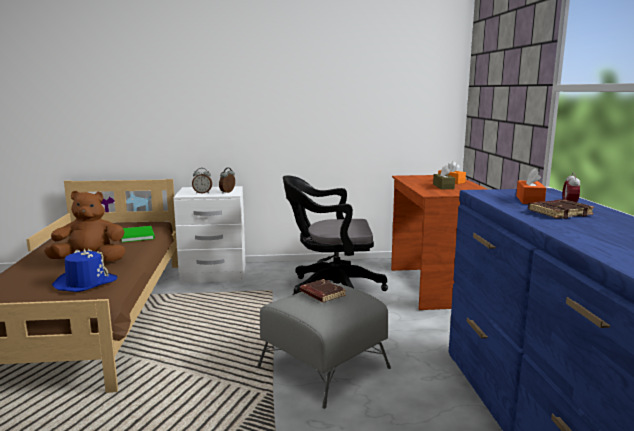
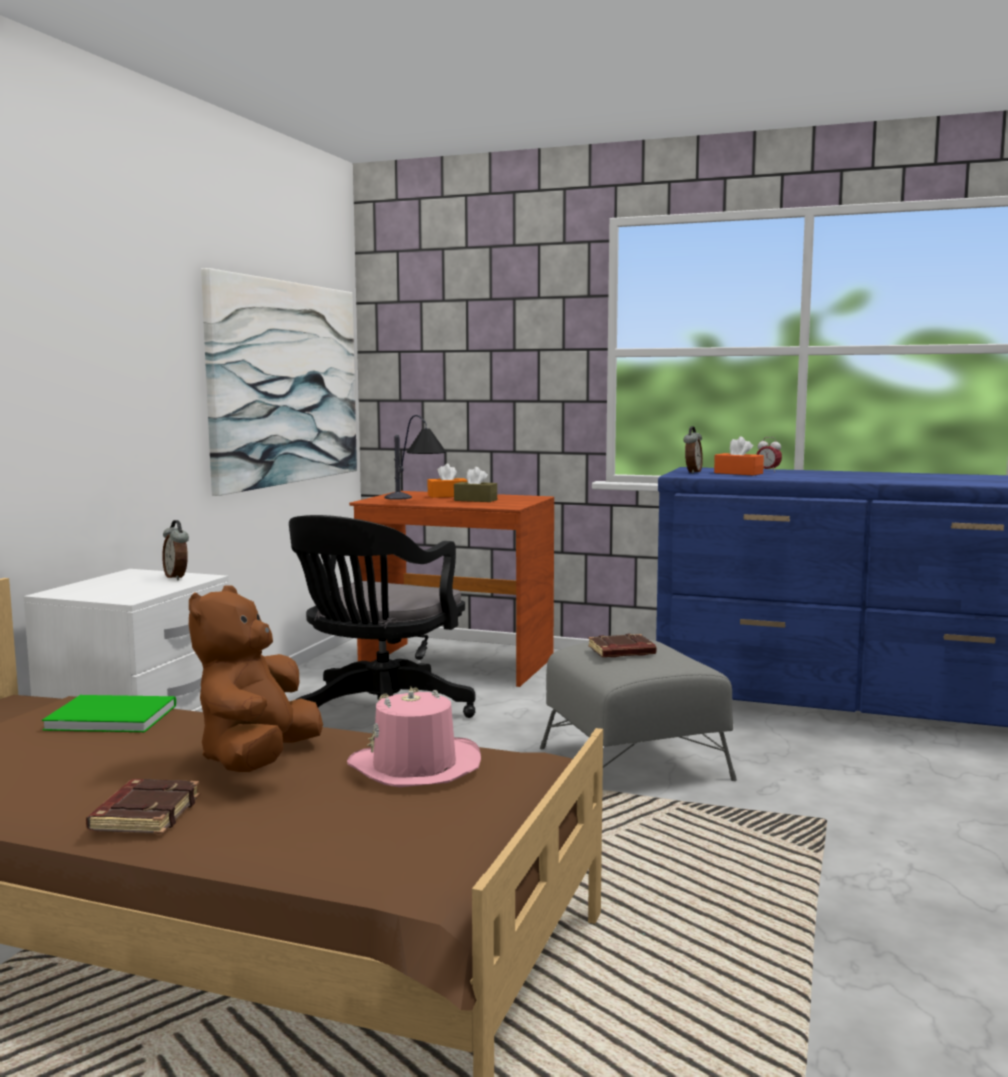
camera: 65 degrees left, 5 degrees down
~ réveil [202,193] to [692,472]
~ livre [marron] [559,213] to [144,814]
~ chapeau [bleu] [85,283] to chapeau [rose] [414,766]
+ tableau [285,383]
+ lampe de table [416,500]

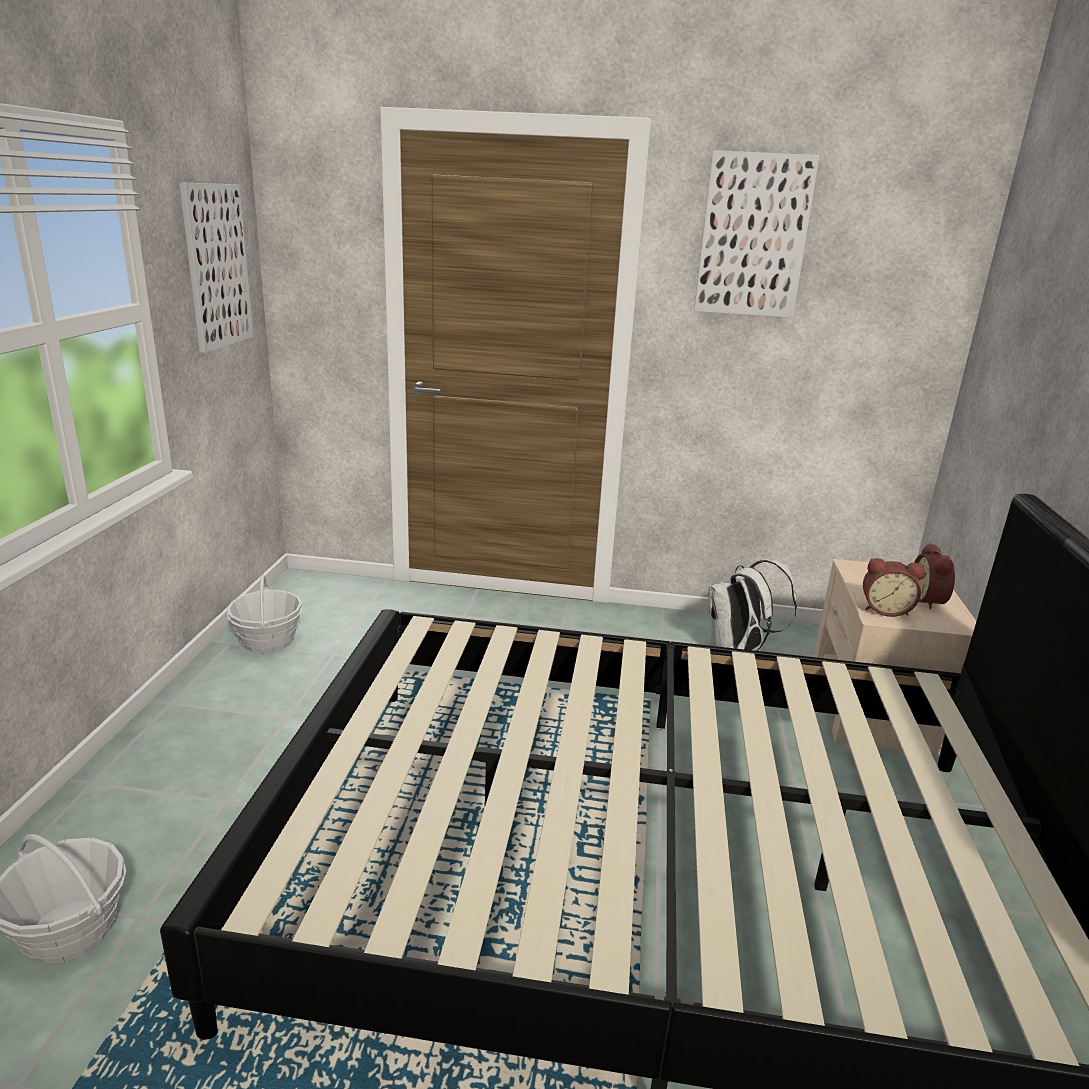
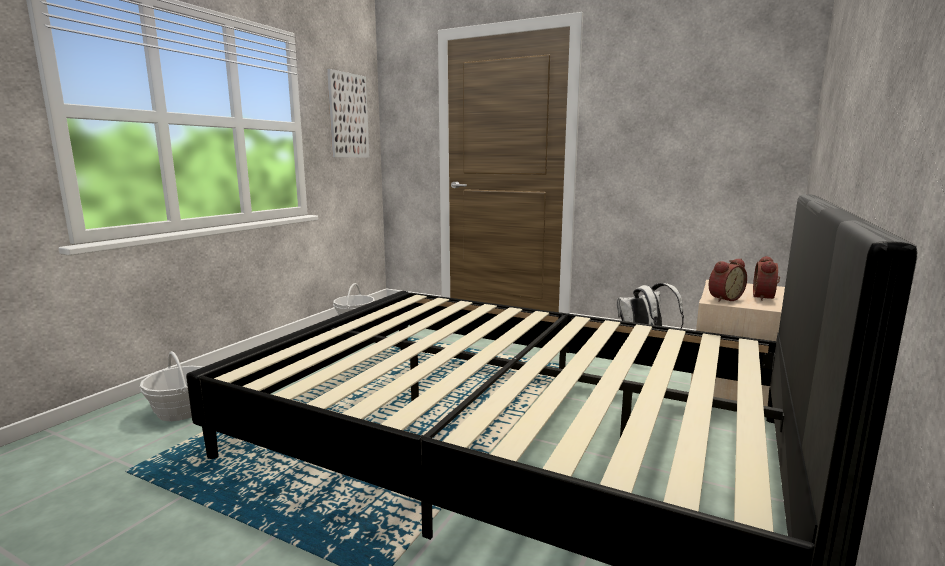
camera: 20 degrees right, 10 degrees down
- tableau [753,236]
~ réveil [885,609] = [723,298] 60 degrees counterclockwise

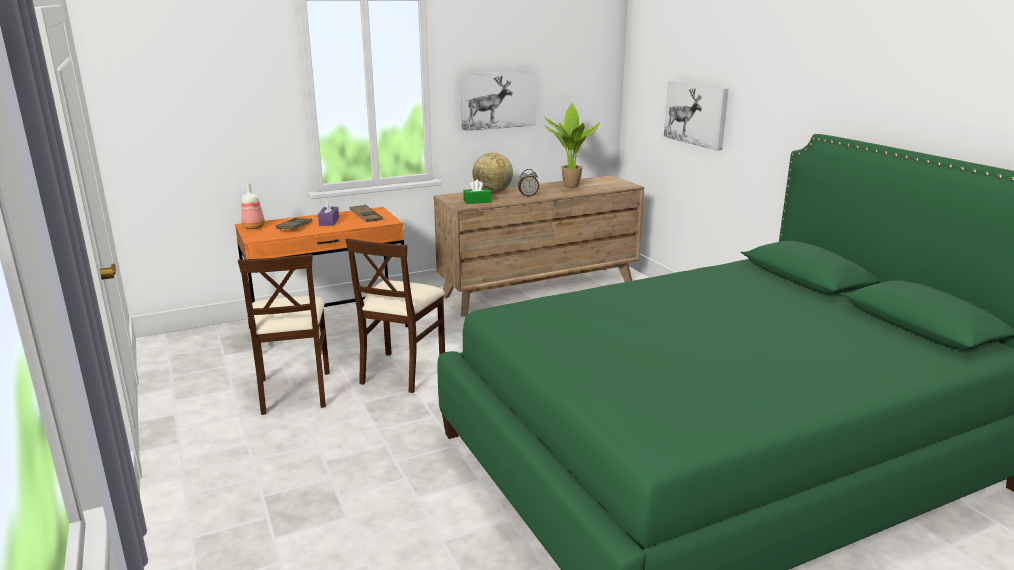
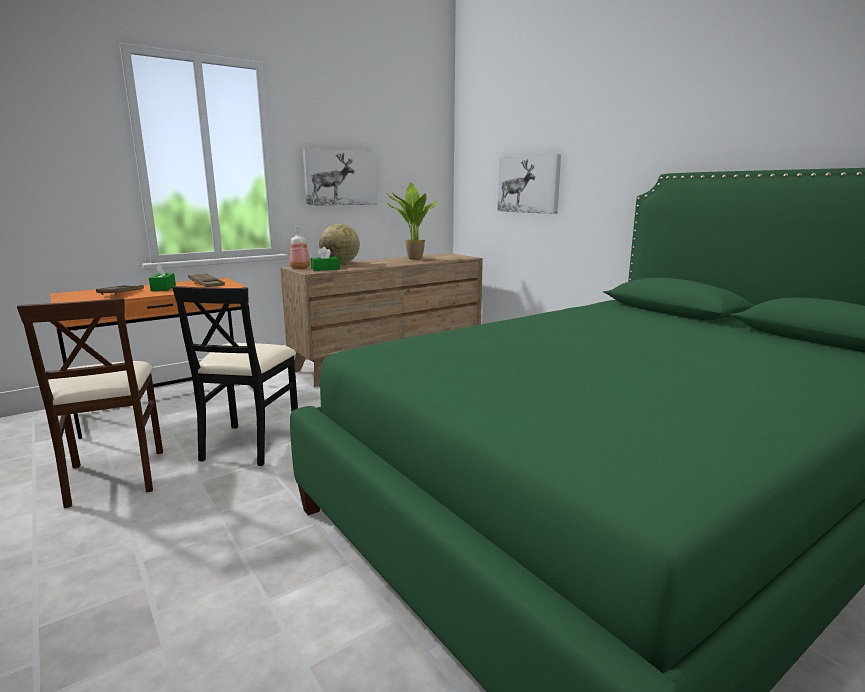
camera: 10 degrees left, 5 degrees down
- réveil [528,196]
~ bouteille [254,227] to [301,268]
~ boîte à mouchoirs [violet] [329,221] to boîte à mouchoirs [vert] [163,288]
~ chaise [beige] [402,371] to chaise [noir] [250,444]

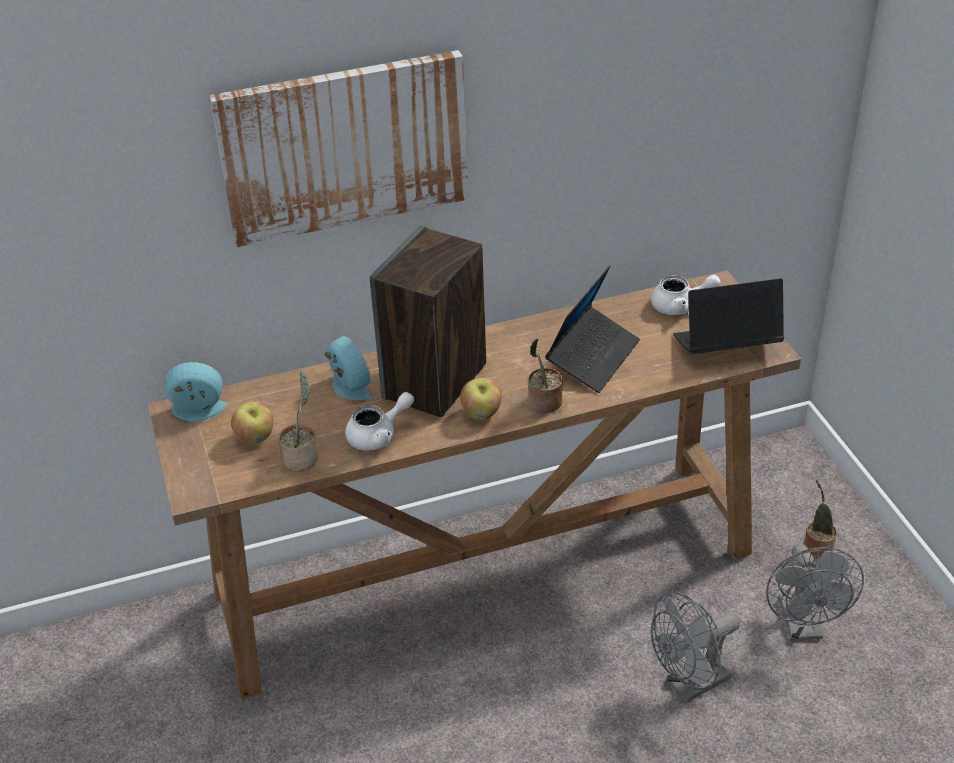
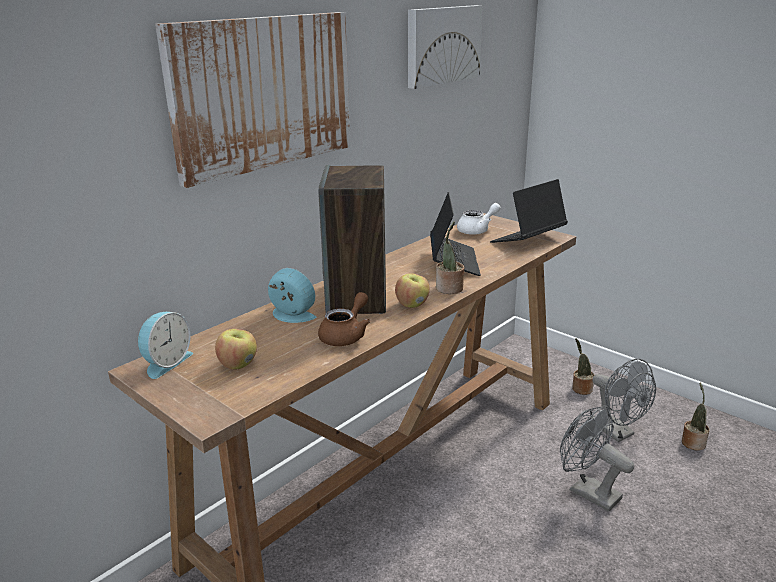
camera: 30 degrees left, 15 degrees down
~ réveil [198,411] = [166,363] 150 degrees clockwise
~ plante en pot [301,457] to [693,442]
~ théière [blanc] [378,435] to théière [marron] [346,335]
~ ventilateur [gris] [690,685] = [587,491] 105 degrees clockwise
+ tableau [442,45]

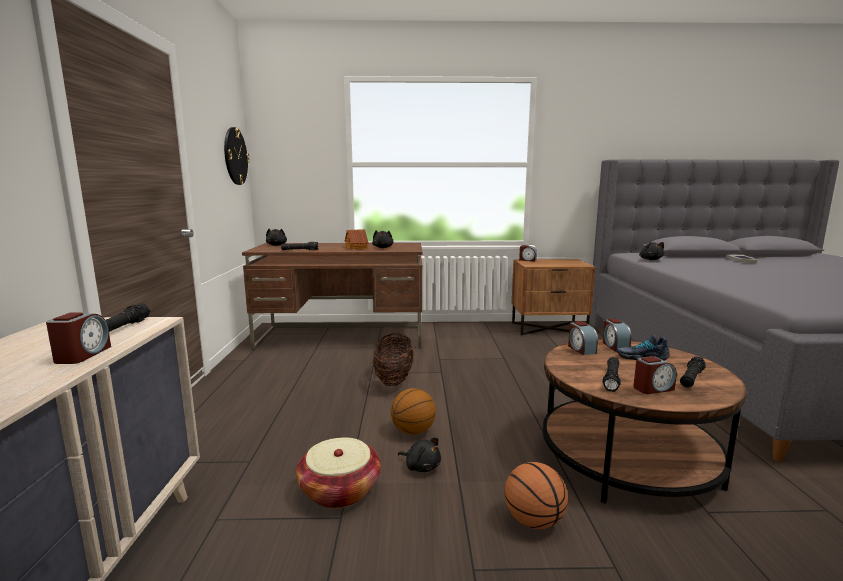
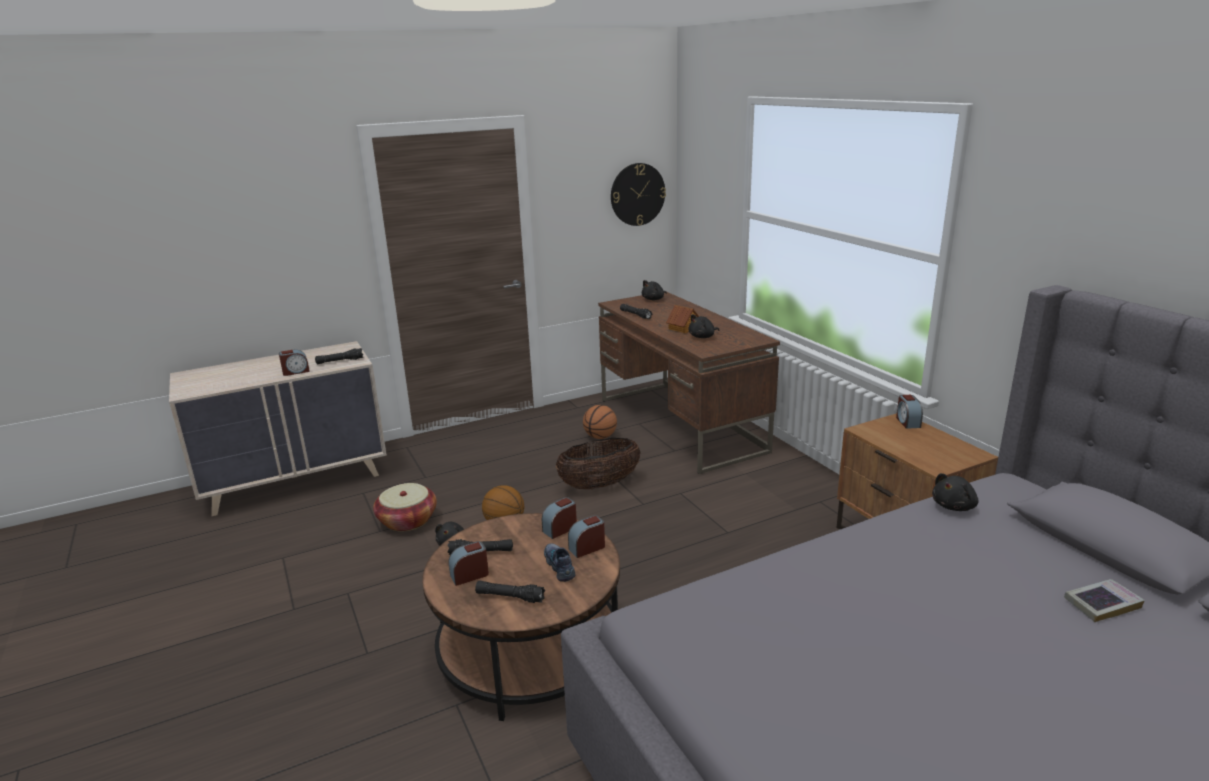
camera: 65 degrees right, 10 degrees up
~ réveil [653,388] = [469,575] 105 degrees clockwise
~ ballon de basket [533,521] to [600,437]

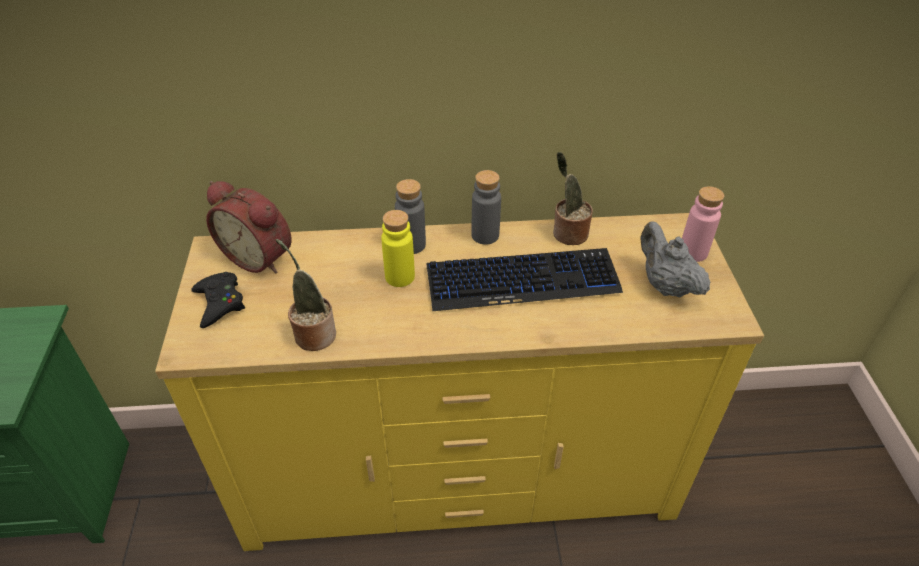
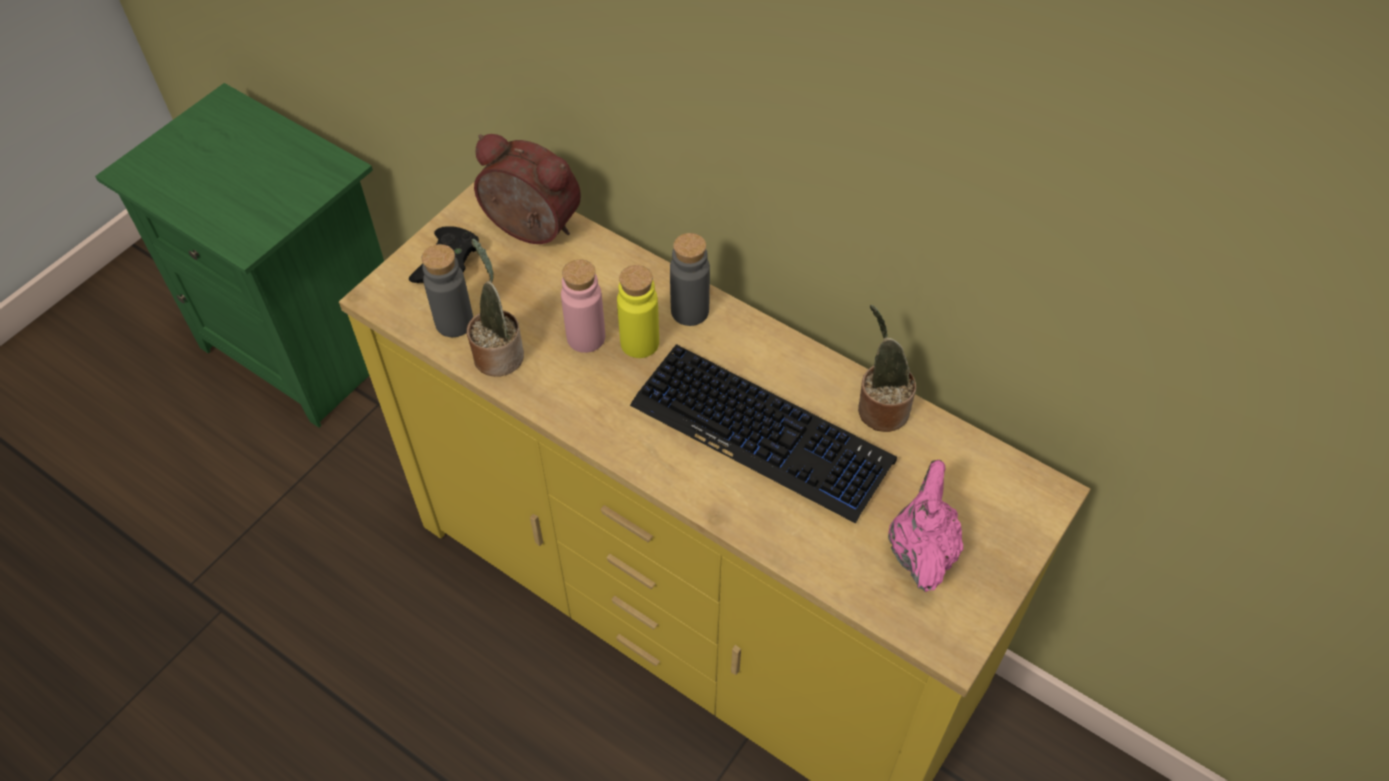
camera: 40 degrees right, 10 degrees up
~ bouteille [gris] [485,235] to [454,322]
~ réveil [260,256] = [529,230] 135 degrees clockwise
~ bouteille [rose] [693,252] to [586,337]
~ théière [gris] [665,285] to théière [rose] [921,549]

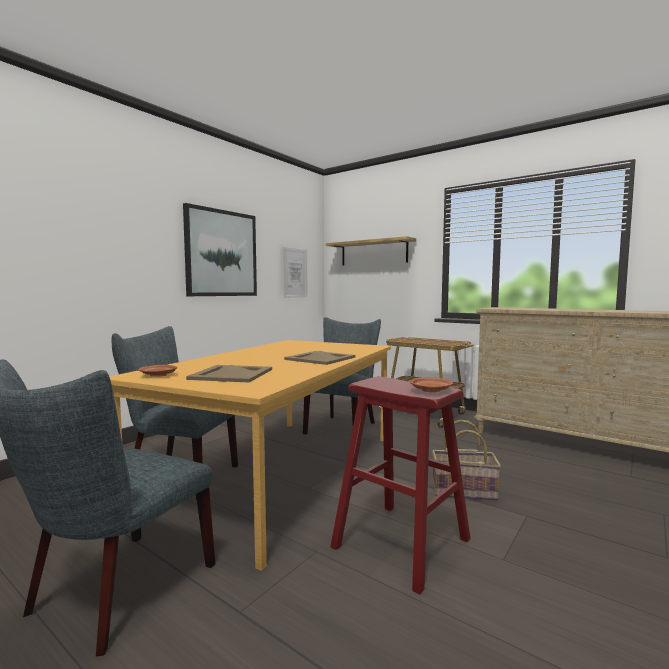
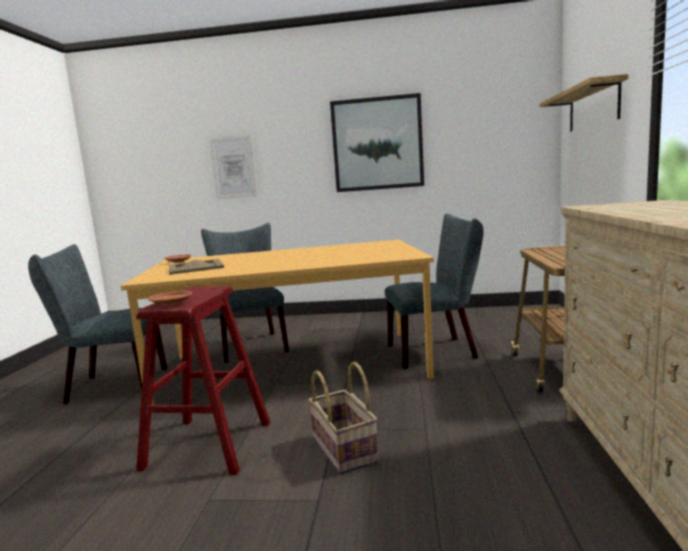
camera: 60 degrees right, 5 degrees up
~ tableau [295,273] to [233,167]
- plateau [beige] [319,358]

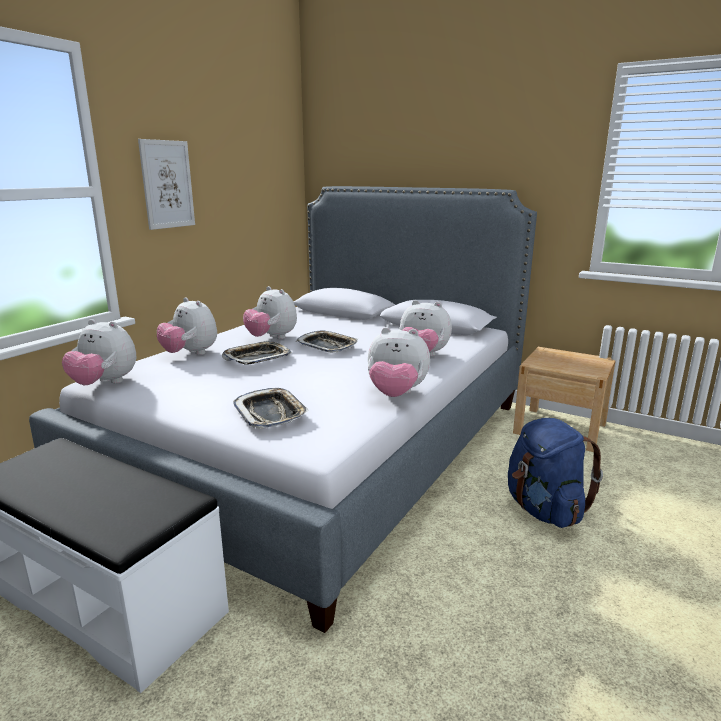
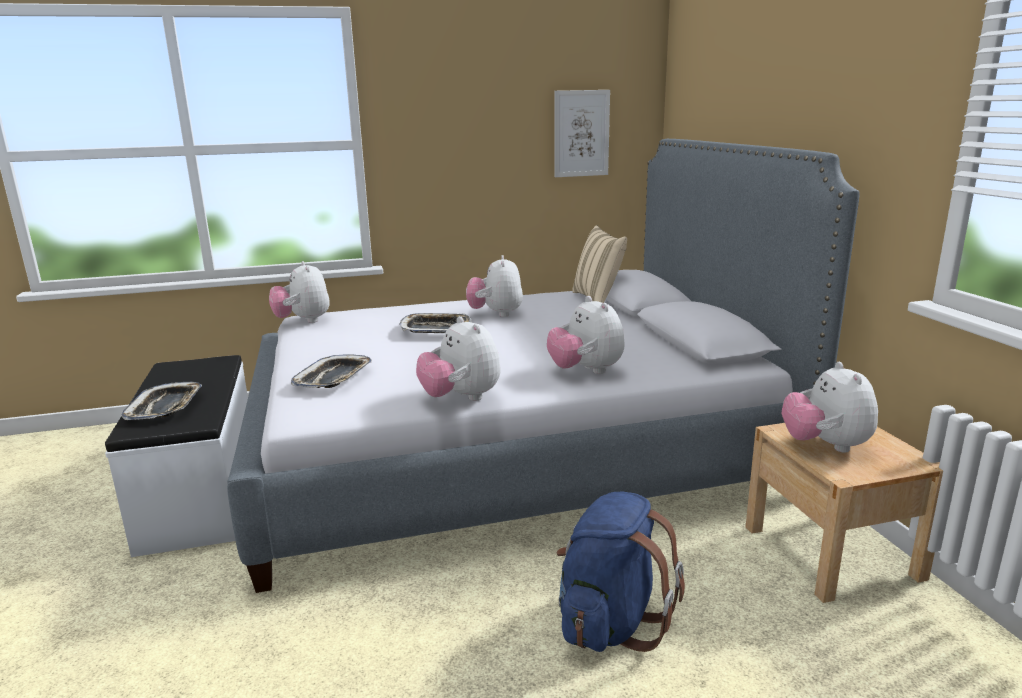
camera: 45 degrees right, 0 degrees up
~ tableau [167,184] to [581,133]
~ peluche [190,354] to [825,446]
~ plateau [327,346] to [165,407]
+ coussin [beige] [598,300]

